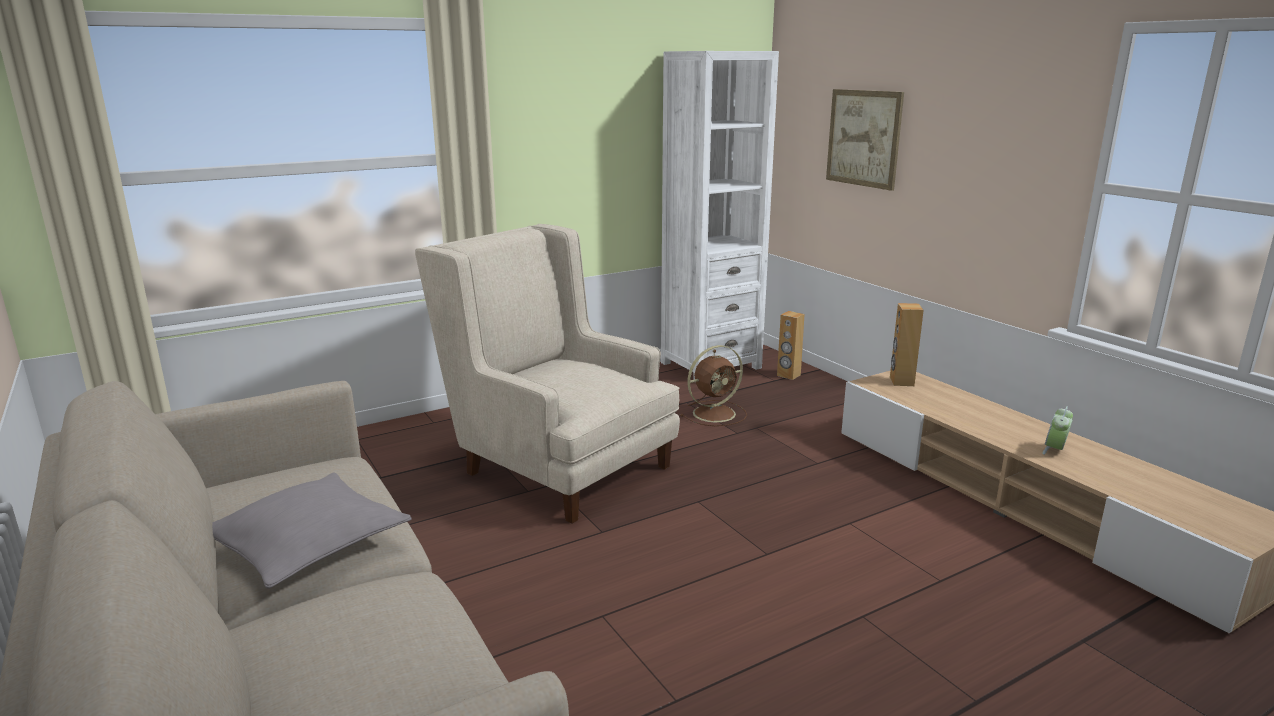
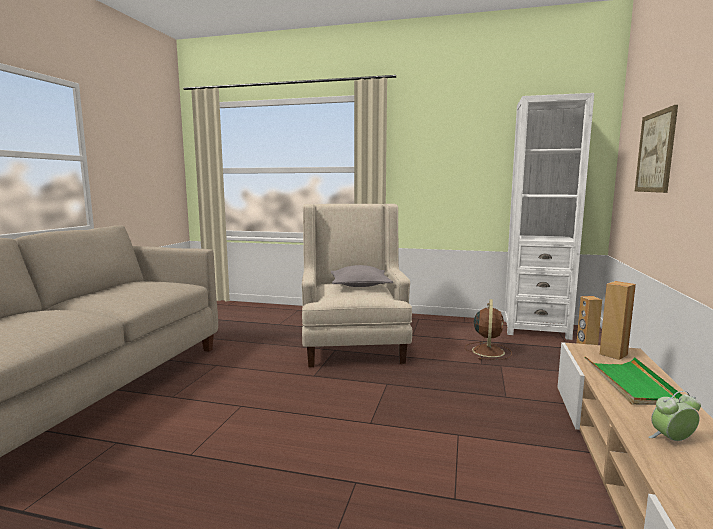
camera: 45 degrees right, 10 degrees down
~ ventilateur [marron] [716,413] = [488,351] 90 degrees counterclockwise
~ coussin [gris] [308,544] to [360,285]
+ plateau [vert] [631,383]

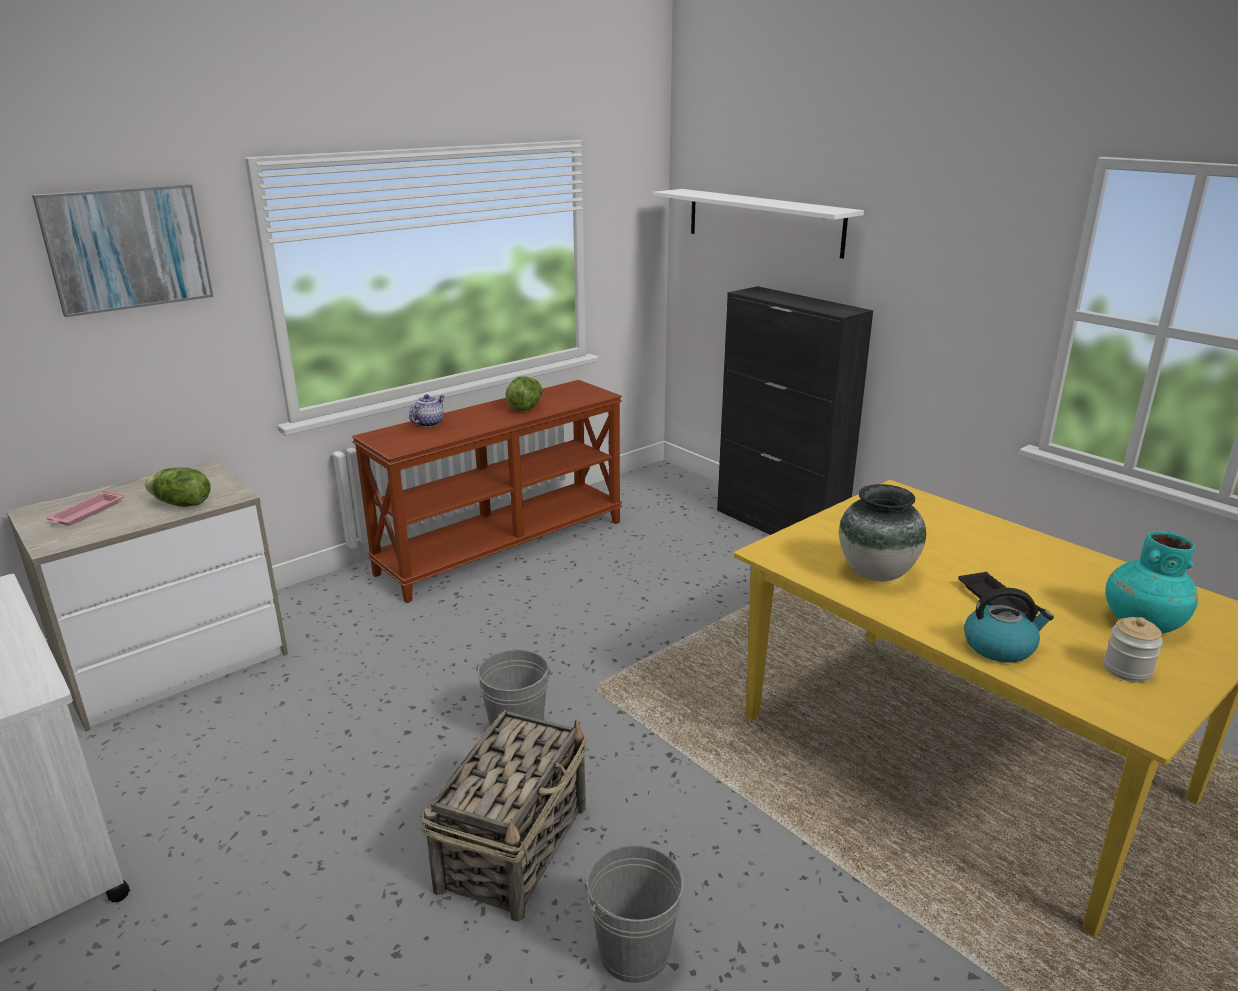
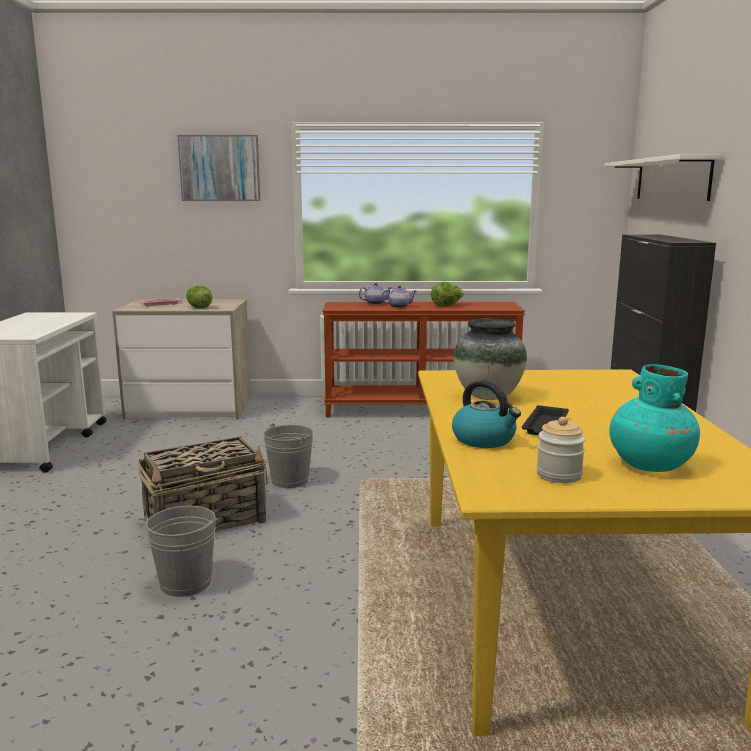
camera: 40 degrees right, 10 degrees down
+ théière [399,306]

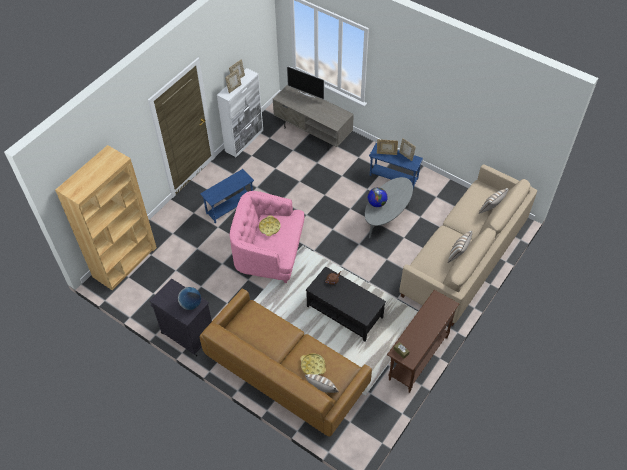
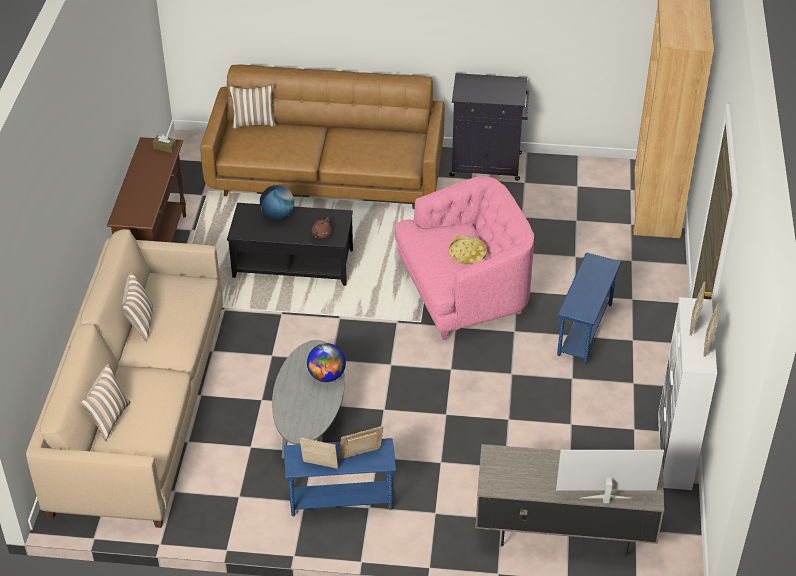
camera: 150 degrees right, 10 degrees down
~ globe [191,304] to [277,215]
- plateau [jaune] [313,366]

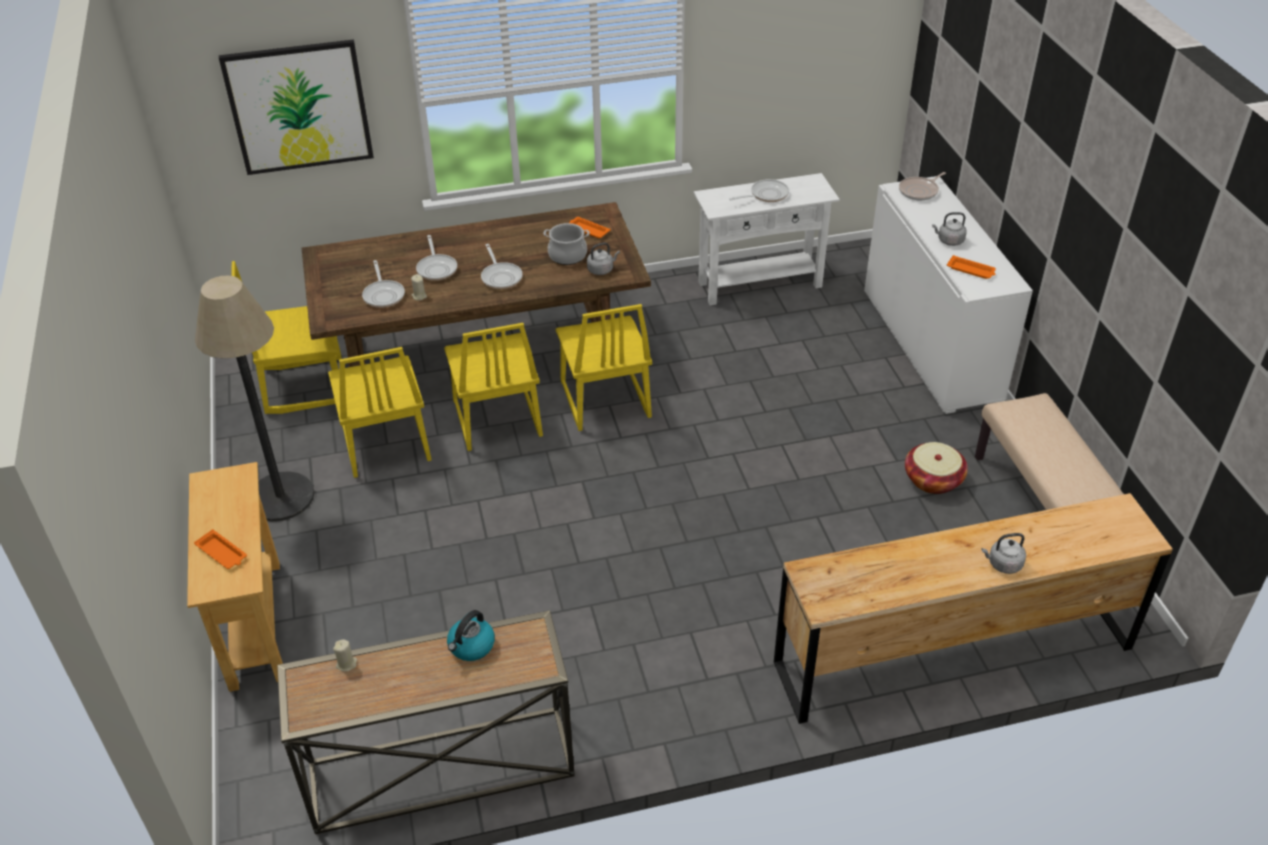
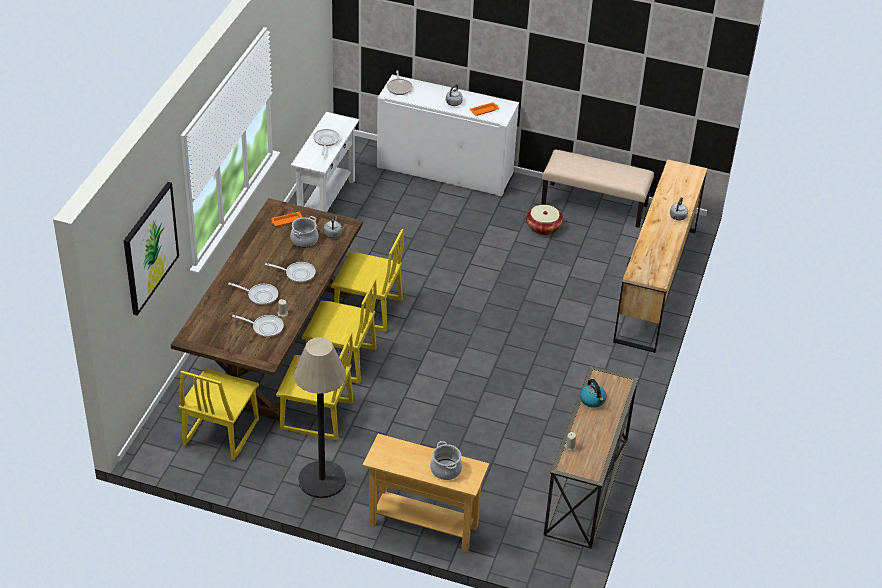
camera: 60 degrees left, 0 degrees up
~ plateau [orange] [222,553] to marmite [445,470]

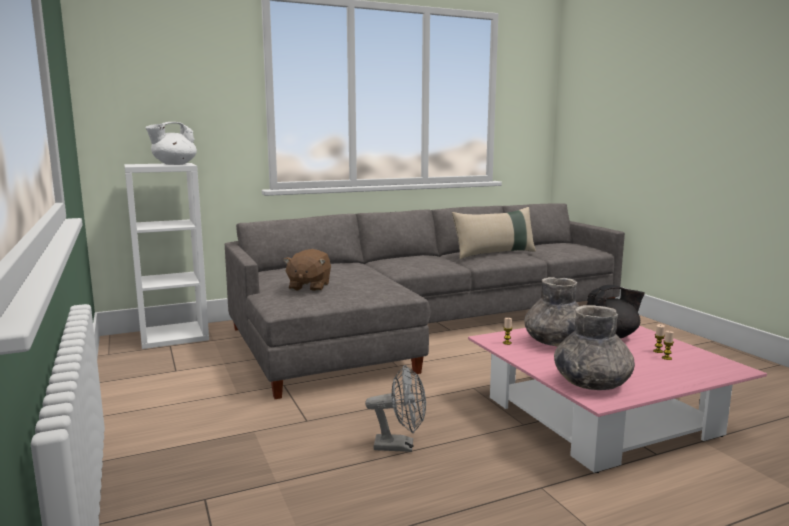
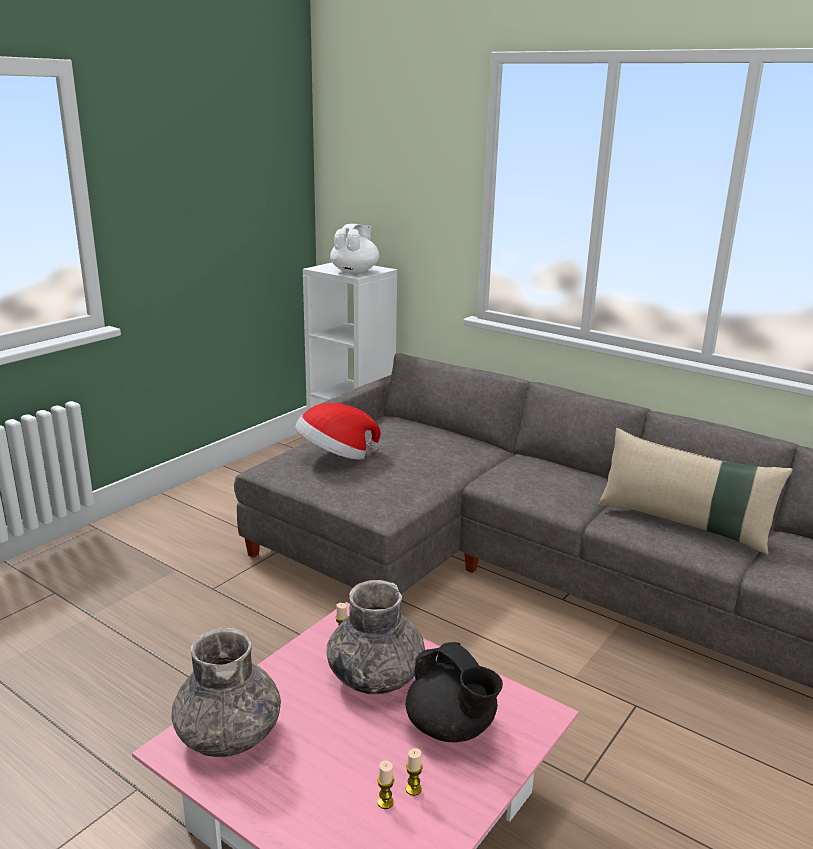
camera: 60 degrees right, 10 degrees up
~ théière [blanc] [174,164] = [355,271] 90 degrees clockwise
~ peluche [marron] [309,287] to chapeau [335,456]
- ventilateur [gris] [400,446]

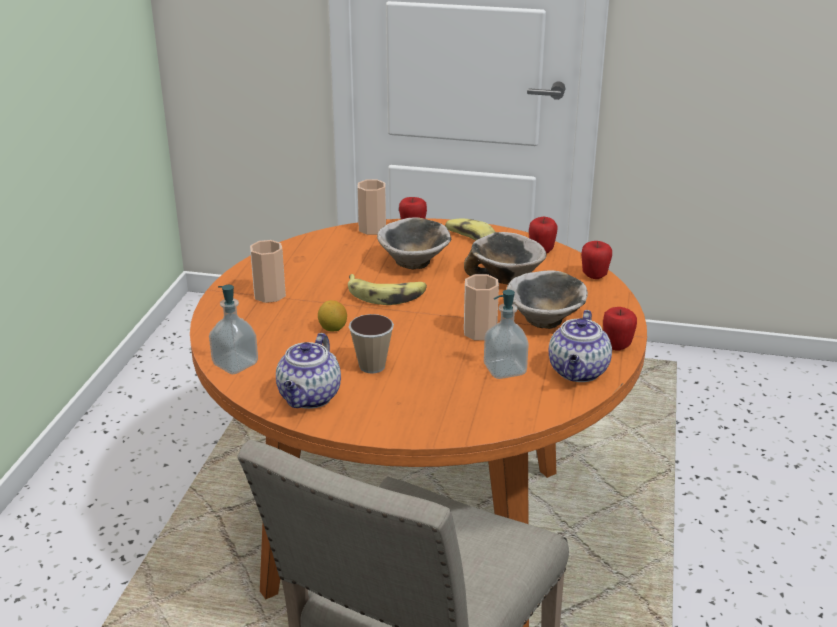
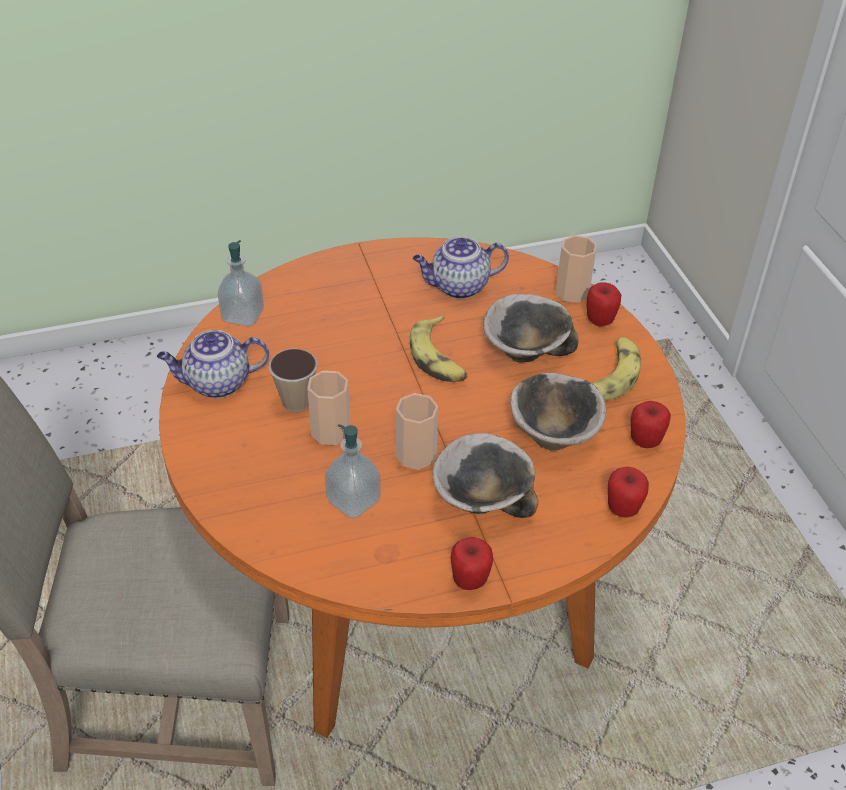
camera: 60 degrees right, 15 degrees up
~ tasse [269,295] to [330,431]
- citron [333,329]
~ théière [578,372] to [458,287]

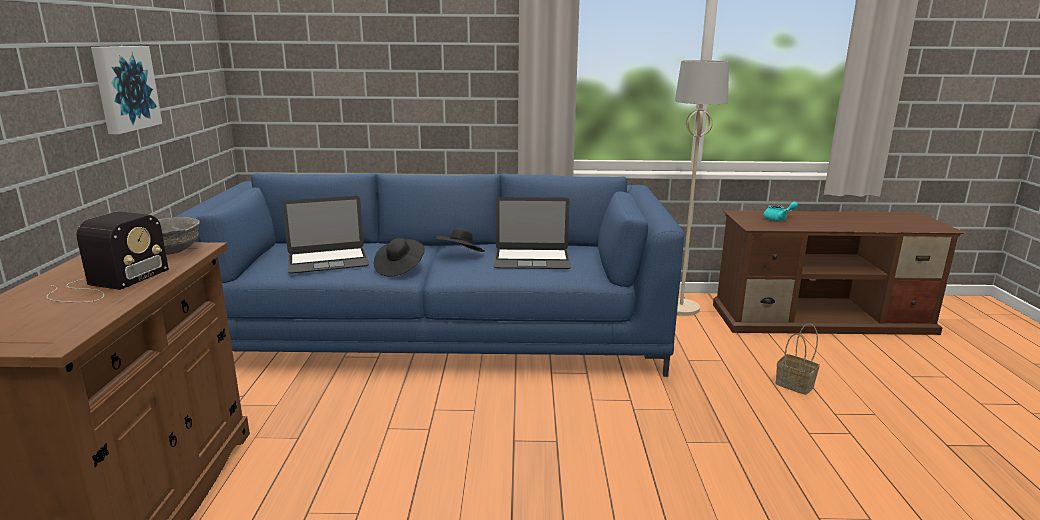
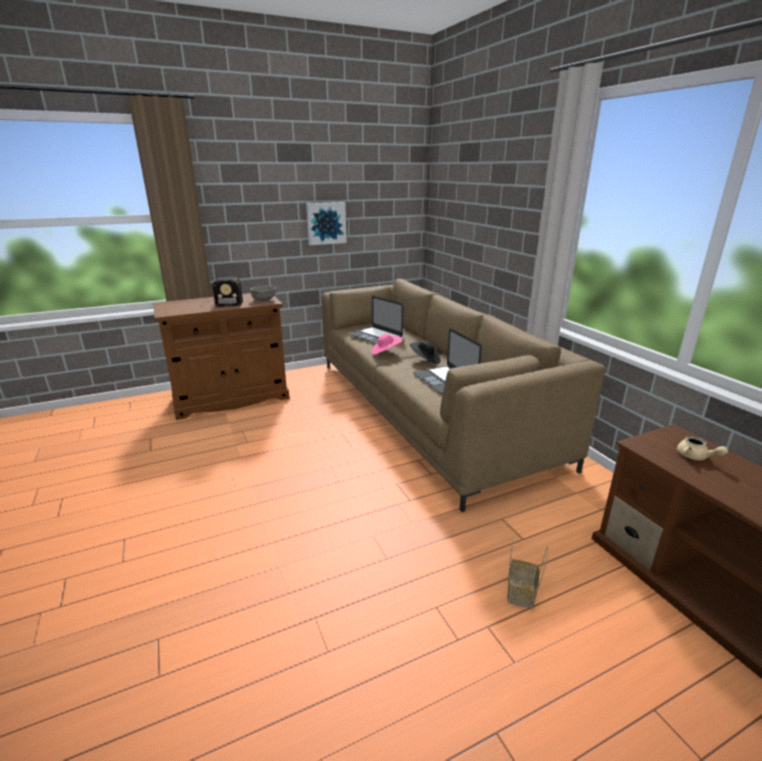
camera: 65 degrees right, 5 degrees up
- lampadaire [beige] [680,308]
~ canapé [bleu] [439,334] to canapé [marron] [427,409]
~ théière [turquoise] [778,219] to théière [beige] [695,457]
~ chapeau [noir] [399,268] to chapeau [rose] [385,352]

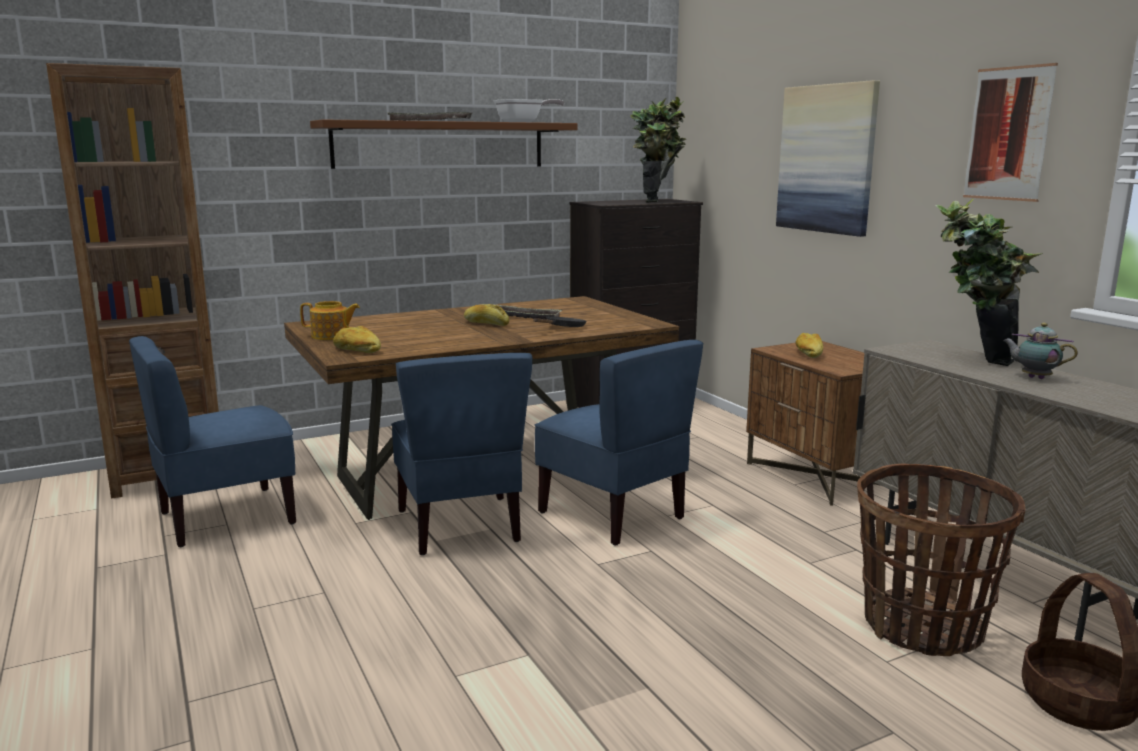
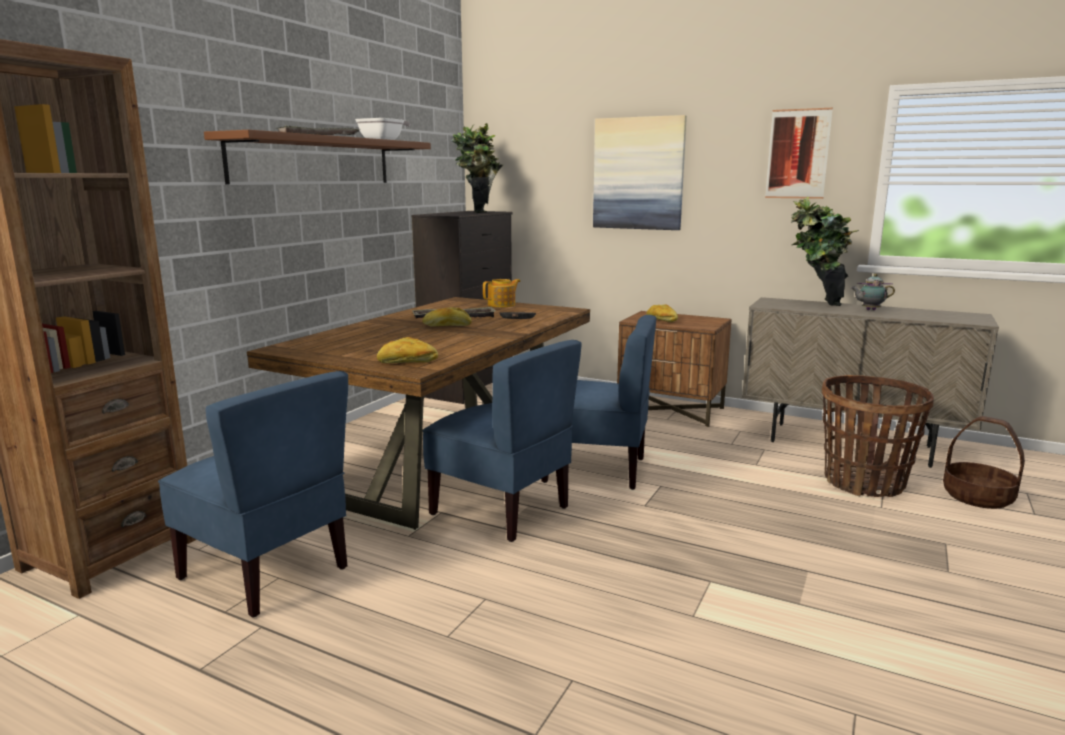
camera: 35 degrees left, 0 degrees up
~ théière [331,336] to [502,305]
~ chaise [bleu] [226,517] = [267,572] 75 degrees counterclockwise

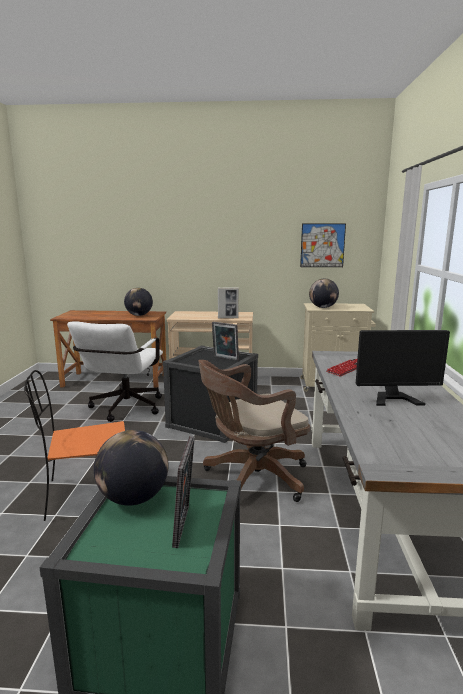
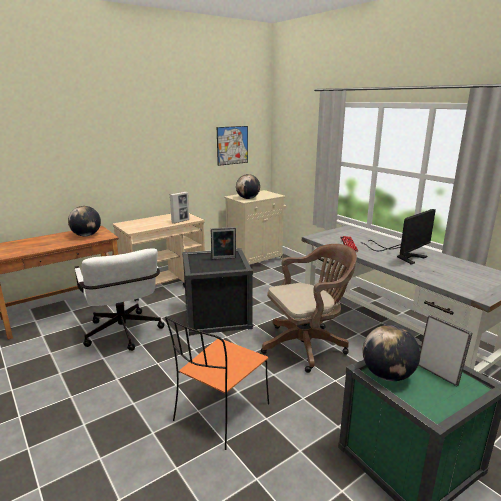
camera: 40 degrees left, 5 degrees up
~ chaise de bureau [marron] [251,478] = [307,345] 135 degrees counterclockwise

